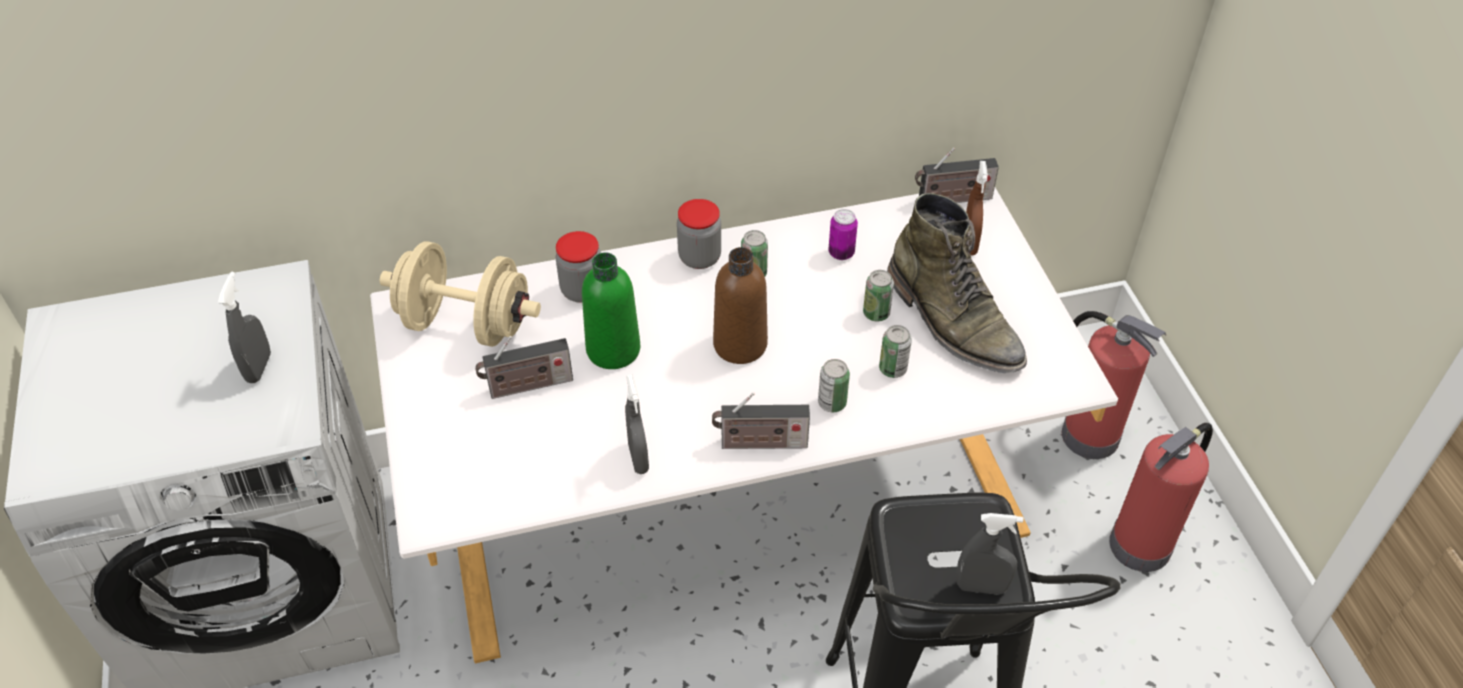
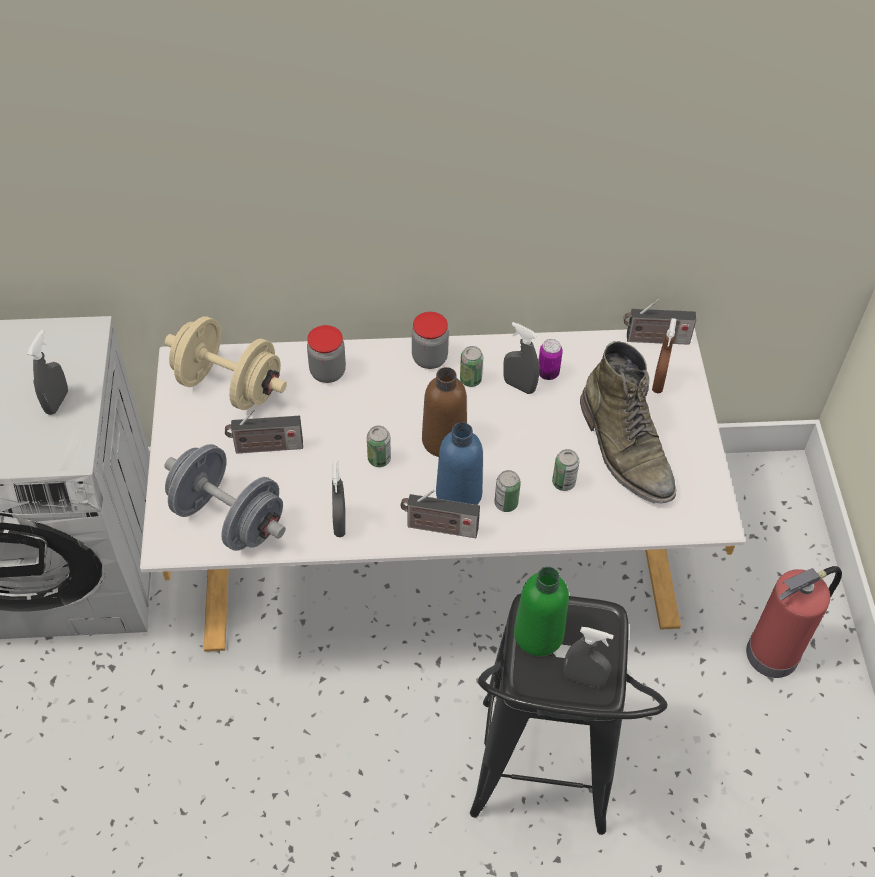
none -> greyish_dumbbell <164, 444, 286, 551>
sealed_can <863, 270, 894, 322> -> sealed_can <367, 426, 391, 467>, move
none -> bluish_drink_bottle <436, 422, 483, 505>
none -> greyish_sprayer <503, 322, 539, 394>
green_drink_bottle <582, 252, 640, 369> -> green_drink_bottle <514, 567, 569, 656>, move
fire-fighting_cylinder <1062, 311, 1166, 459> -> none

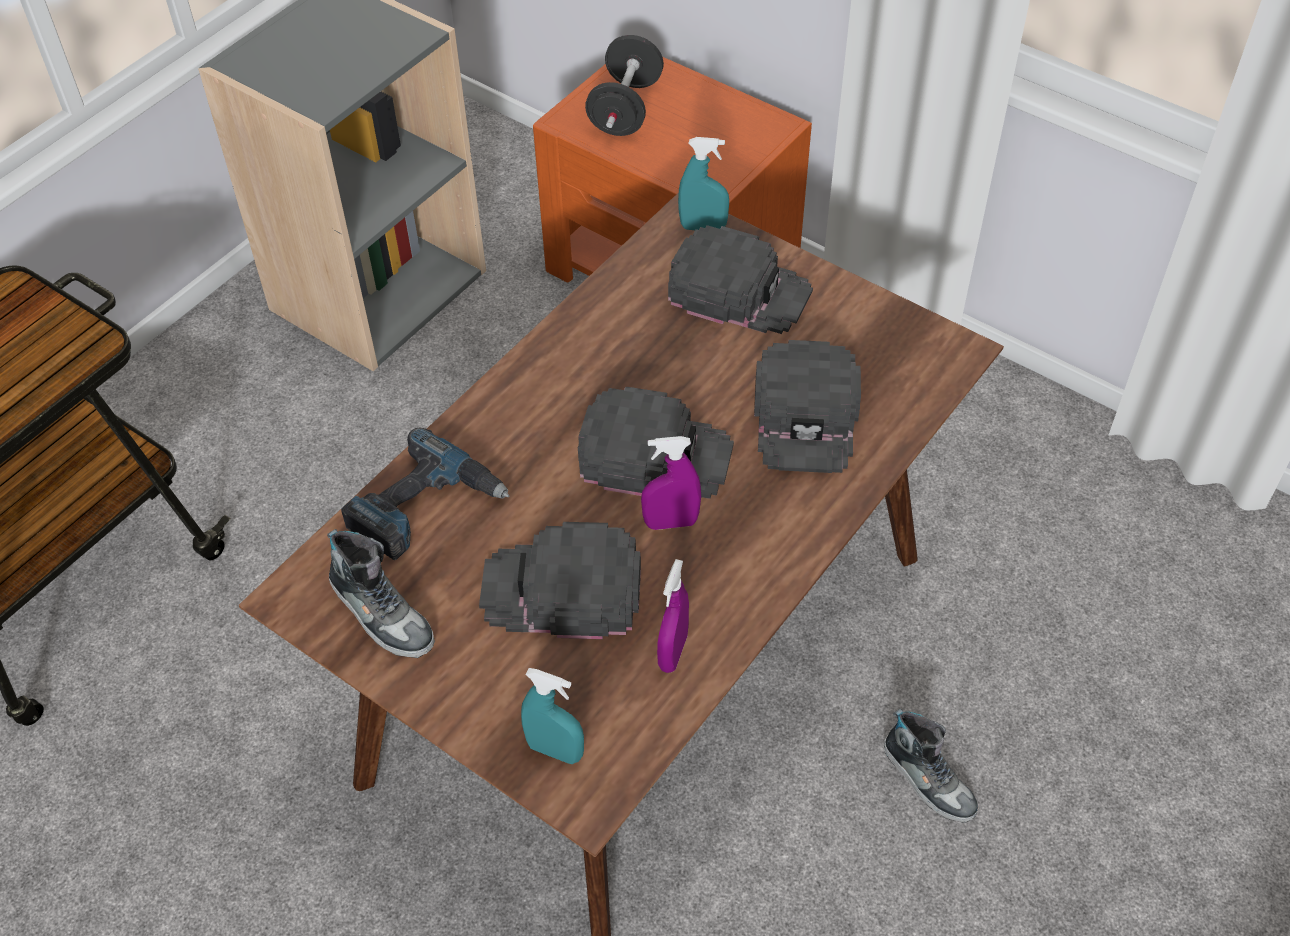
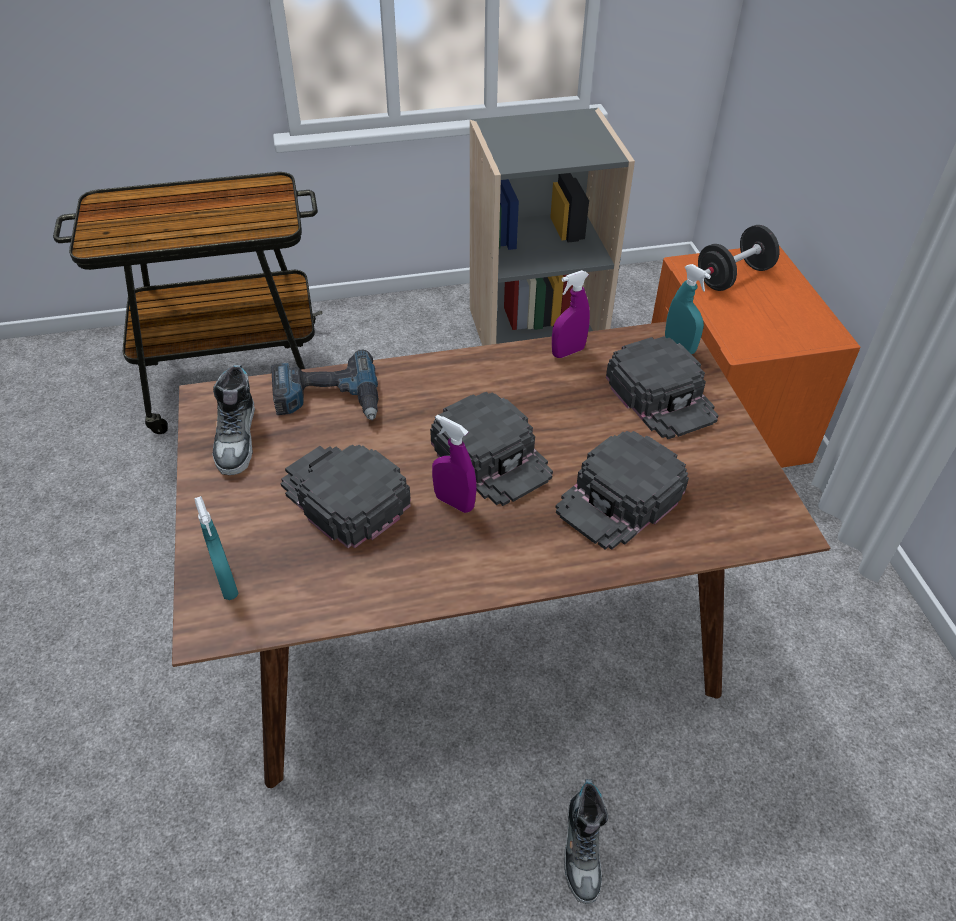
purple-coloured_sprayer <657, 559, 689, 673> -> purple-coloured_sprayer <552, 270, 590, 358>, move

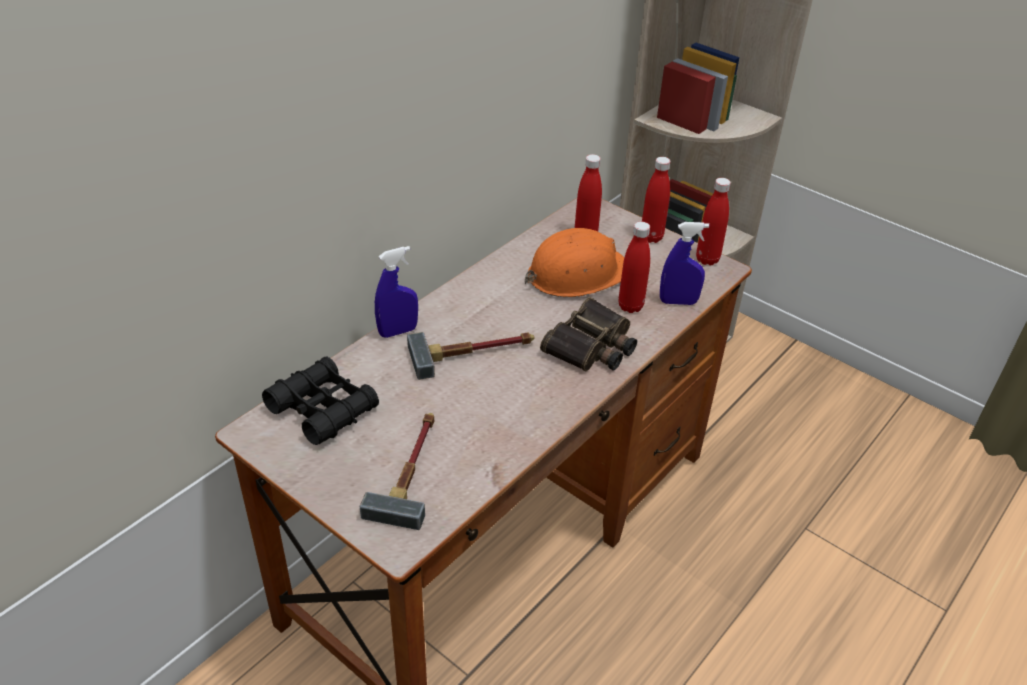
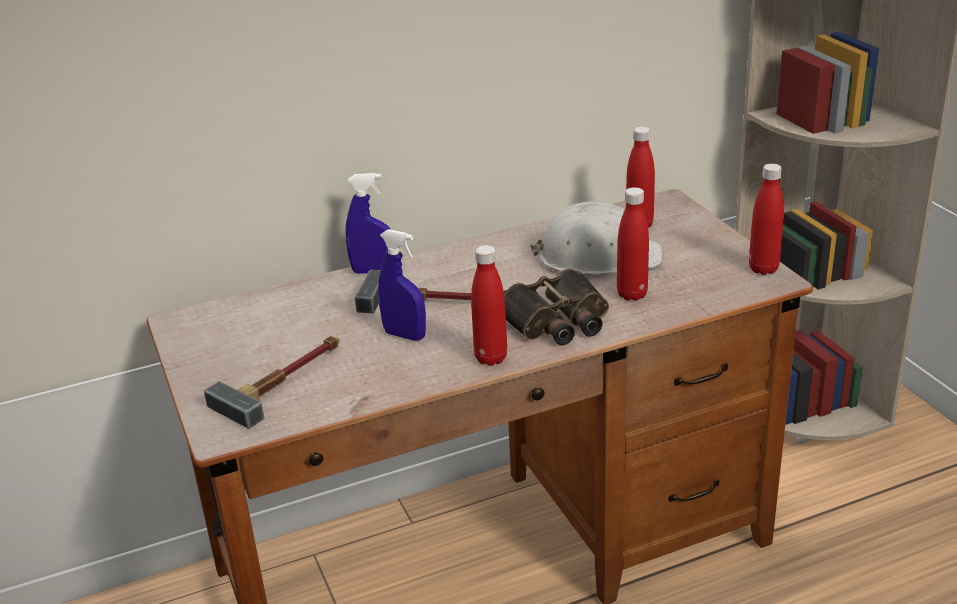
bluish_sprayer <660, 222, 709, 305> -> bluish_sprayer <378, 229, 426, 341>, move
red_drink_bottle <642, 157, 671, 243> -> red_drink_bottle <471, 245, 507, 366>, move
orange_safety_helmet <525, 228, 624, 297> -> whitish_safety_helmet <530, 201, 663, 275>
black_field_glasses <262, 356, 379, 445> -> none

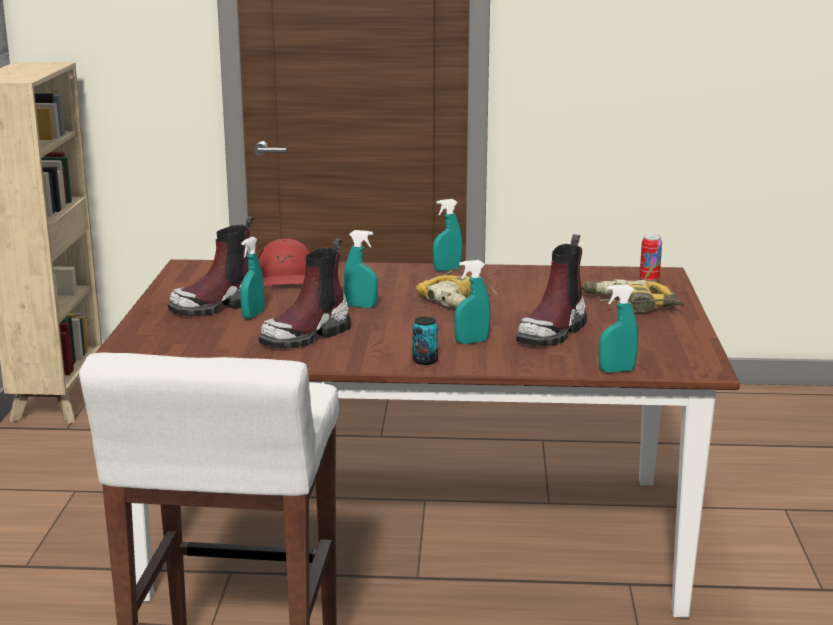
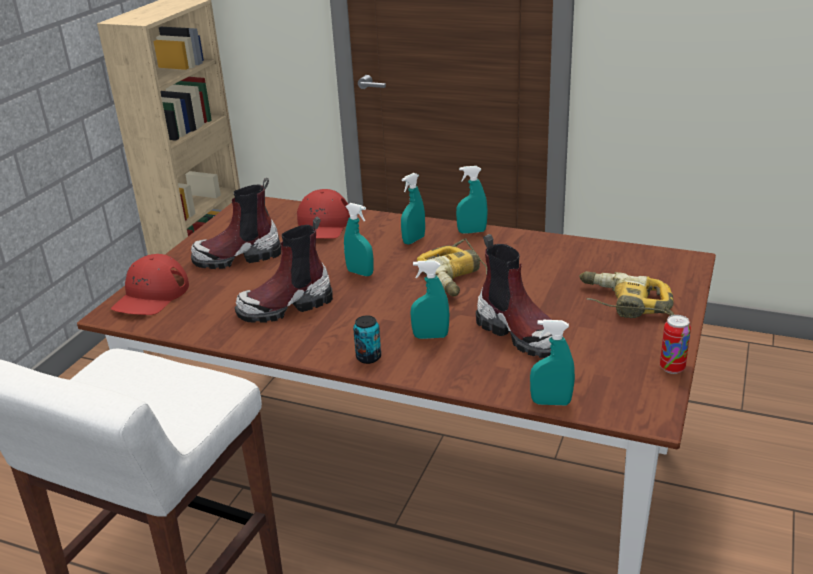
none -> red_peaked_cap <111, 254, 189, 315>
turquoise_sprayer <240, 237, 264, 319> -> turquoise_sprayer <401, 173, 425, 245>, move
high-top_boot <516, 234, 587, 346> -> high-top_boot <476, 234, 563, 358>, 90 degrees counterclockwise
sealed_can <640, 234, 662, 282> -> sealed_can <660, 315, 691, 374>, move

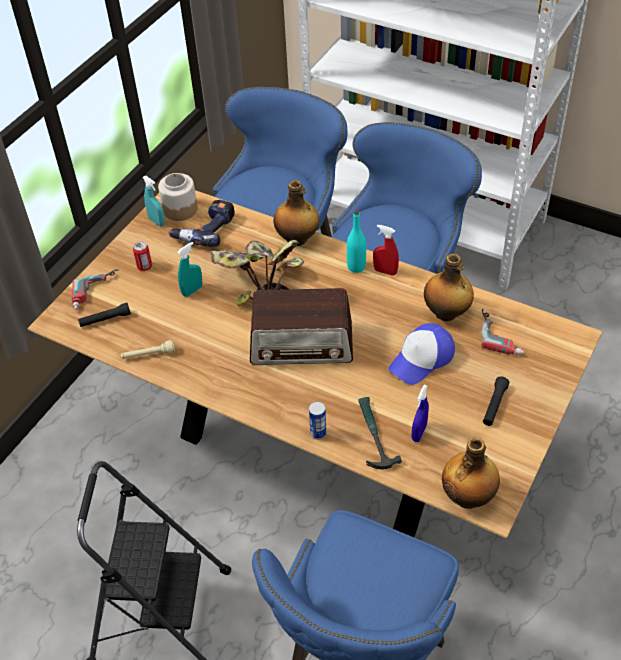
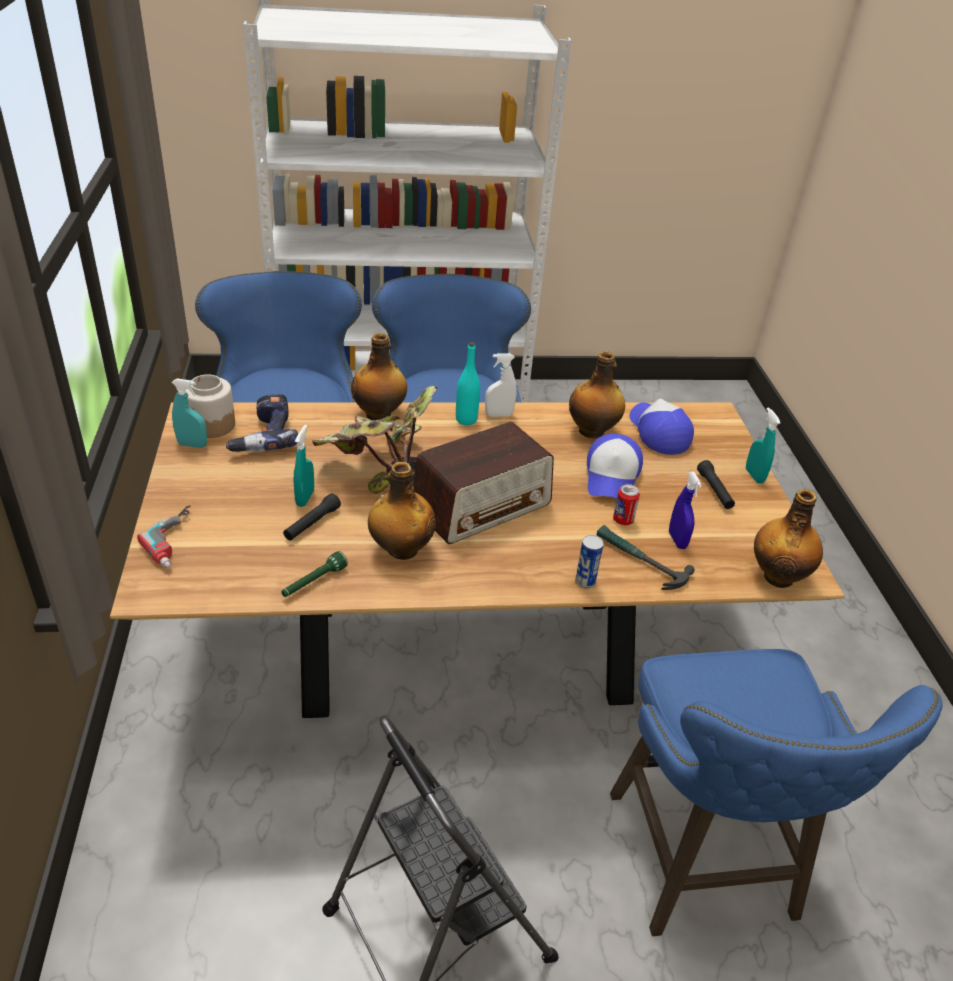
beige-coloured_hand_torch <121, 340, 175, 359> -> green_hand_torch <281, 551, 348, 597>
black_hand_torch <78, 303, 131, 327> -> black_hand_torch <283, 494, 341, 541>, move
none -> drink_bottle <368, 462, 436, 560>
red_sprayer <373, 224, 399, 276> -> whitish_sprayer <485, 353, 516, 417>
sealed_can <133, 241, 152, 271> -> sealed_can <613, 484, 640, 525>, move
electric_drill <481, 309, 525, 355> -> peaked_cap <629, 398, 694, 455>
none -> turquoise_sprayer <746, 407, 780, 484>

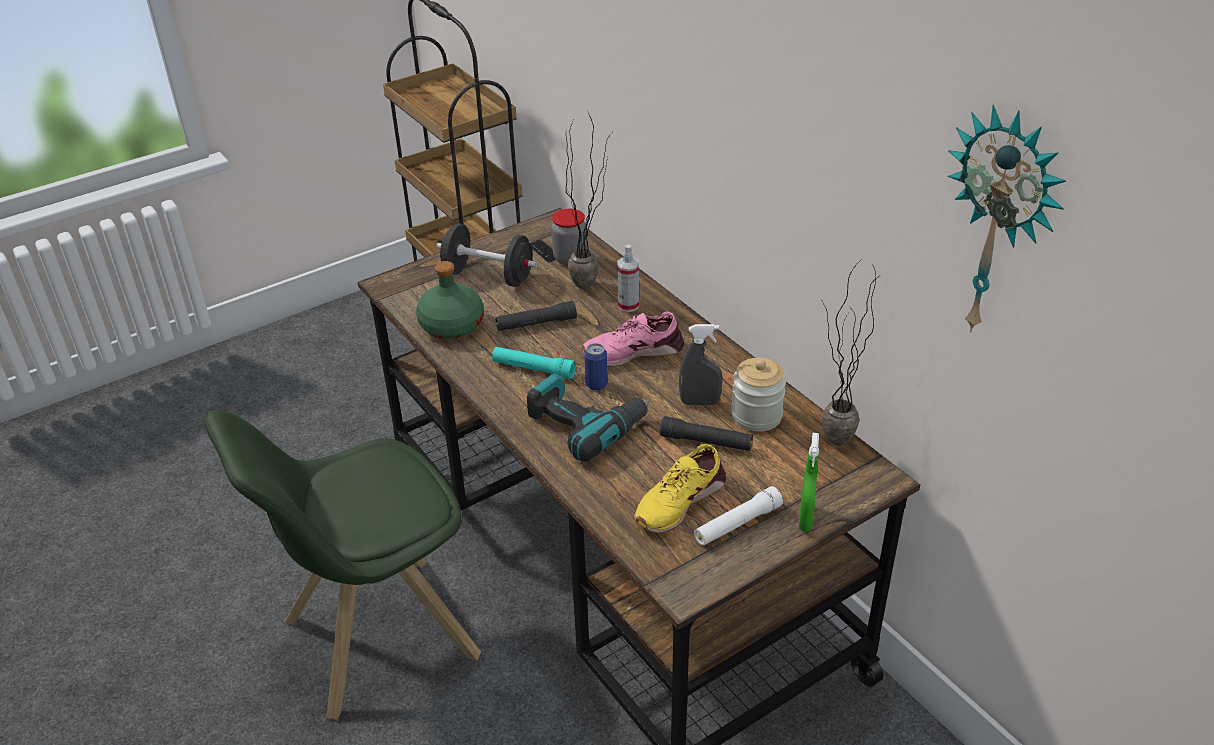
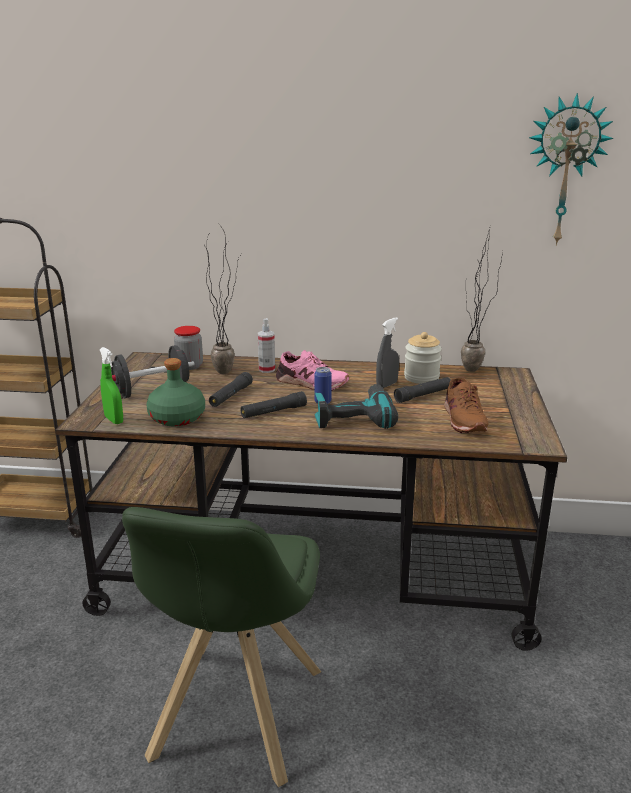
green_sprayer <799, 433, 819, 532> -> green_sprayer <100, 347, 123, 424>, move
turquoise_hand_torch <492, 347, 576, 379> -> black_hand_torch <240, 391, 307, 418>
pinkish_item_of_footwear <582, 311, 684, 367> -> pinkish_item_of_footwear <276, 350, 349, 391>, 90 degrees counterclockwise
yellowish_item_of_footwear <634, 444, 726, 533> -> brown-coloured_item_of_footwear <444, 378, 489, 433>
whitish_hand_torch <694, 486, 783, 546> -> none

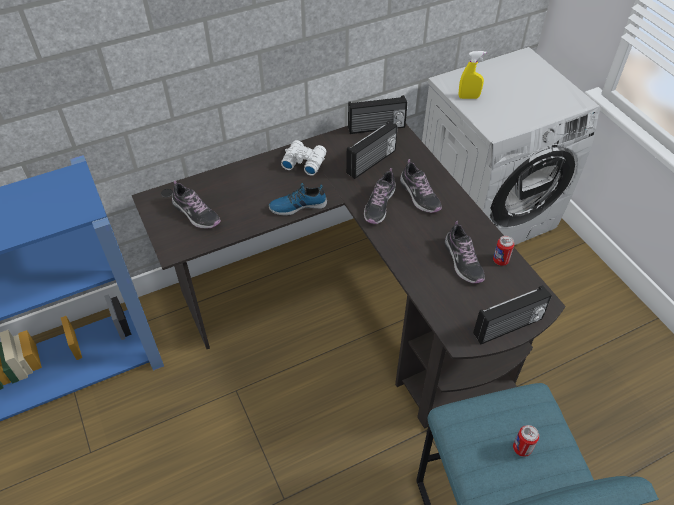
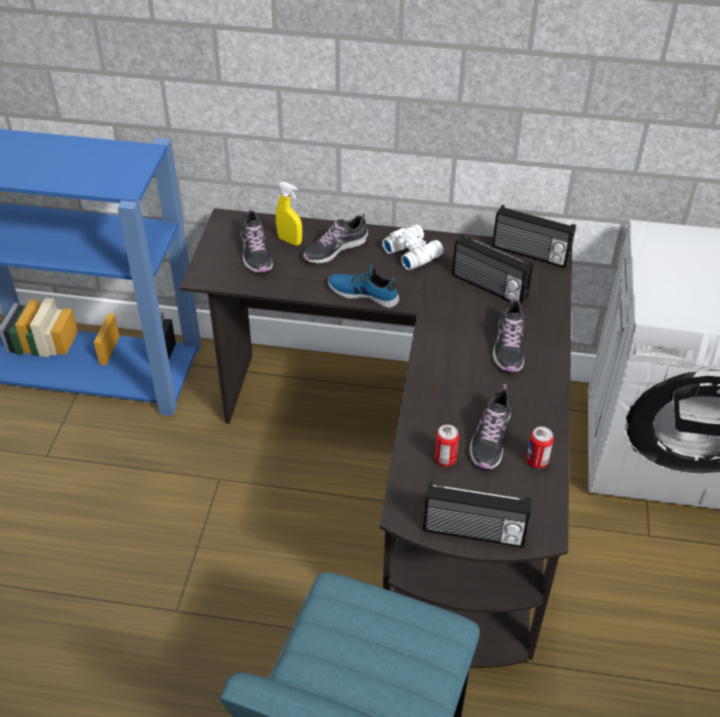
yellowish_sprayer <459, 51, 487, 99> -> yellowish_sprayer <276, 182, 302, 245>, move
item_of_footwear <364, 168, 396, 224> -> item_of_footwear <303, 213, 369, 264>, move
sealed_can <513, 425, 539, 457> -> sealed_can <434, 425, 459, 466>, move
radio <346, 120, 398, 179> -> radio <452, 234, 533, 305>, 45 degrees clockwise

